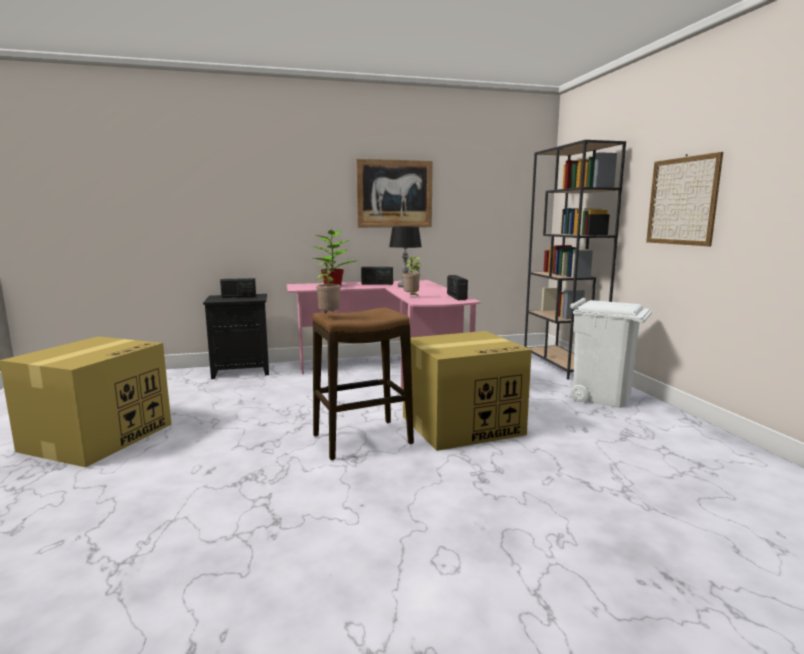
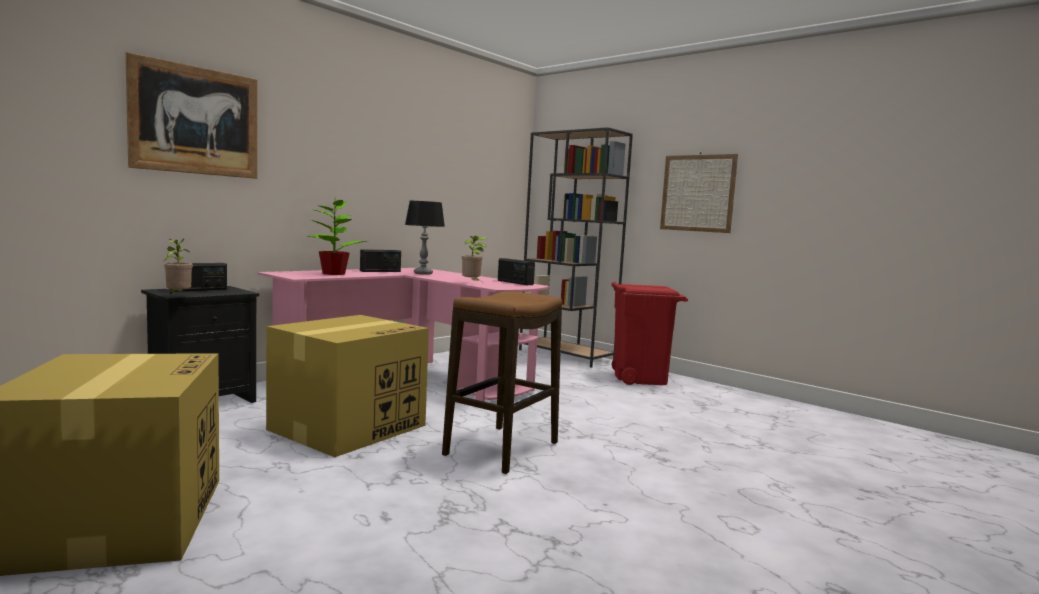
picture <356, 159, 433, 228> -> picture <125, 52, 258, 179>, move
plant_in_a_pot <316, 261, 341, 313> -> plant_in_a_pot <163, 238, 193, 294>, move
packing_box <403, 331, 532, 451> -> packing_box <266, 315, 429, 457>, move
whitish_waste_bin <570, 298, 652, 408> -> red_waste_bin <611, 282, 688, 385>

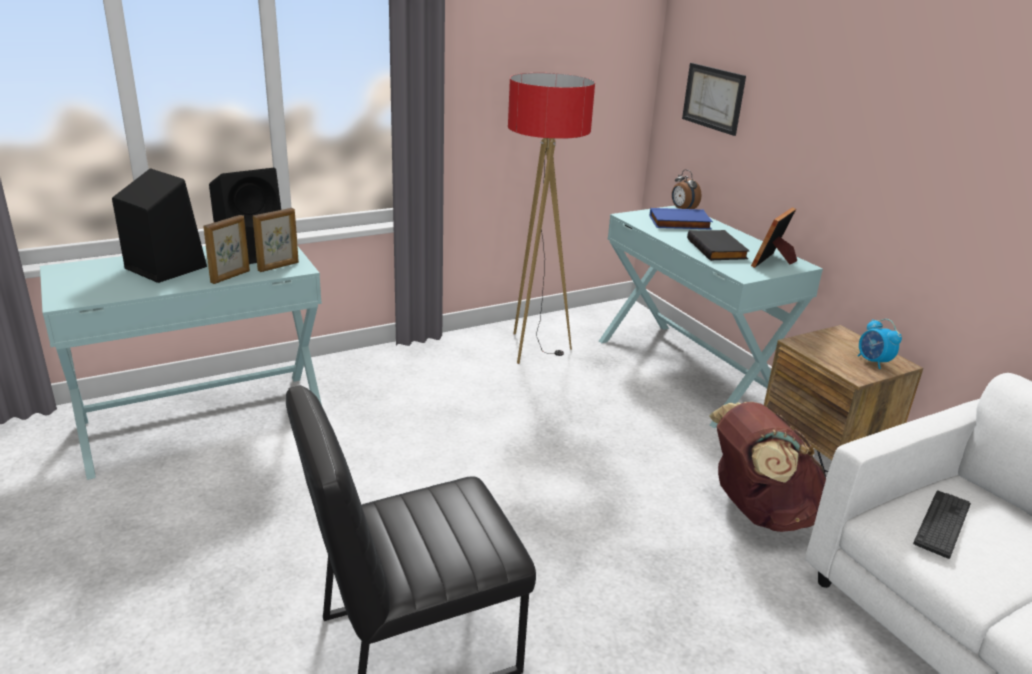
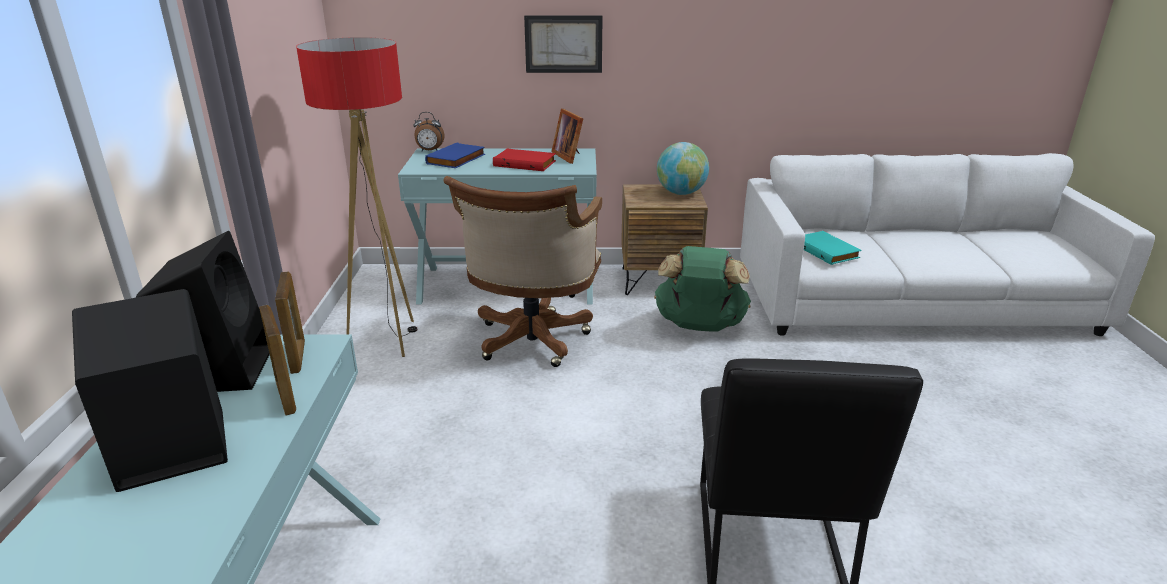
none -> office_chair <443, 176, 602, 367>
black_book <687, 230, 749, 261> -> red_book <493, 149, 556, 171>
picture <682, 63, 746, 136> -> picture <524, 15, 603, 73>, move
brown-coloured_backpack <709, 402, 826, 532> -> green_backpack <654, 246, 751, 331>
alarm_clock <858, 319, 902, 369> -> world_globe <657, 142, 709, 195>
computer_keyboard <913, 491, 971, 559> -> turquoise_book <804, 231, 861, 265>

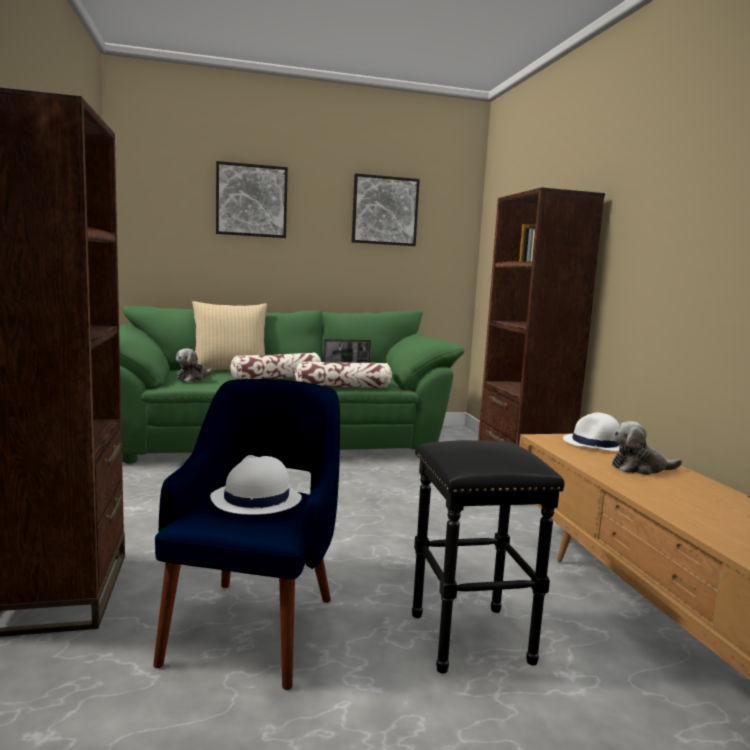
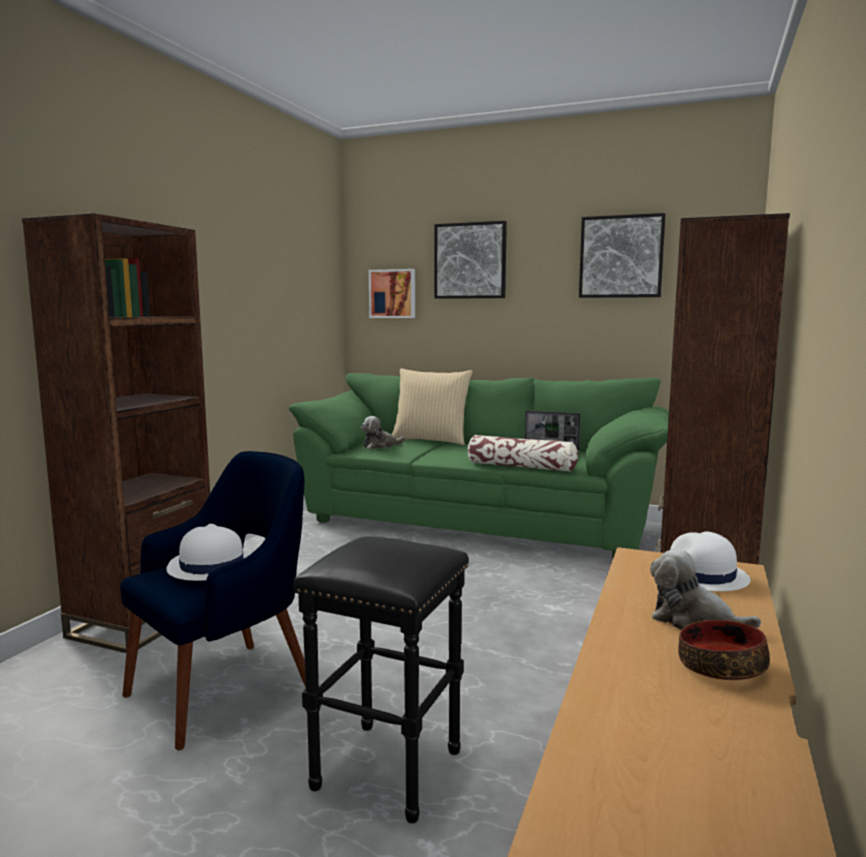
none -> picture <369, 269, 415, 318>
none -> bowl <678, 620, 770, 680>
throw_pillow <230, 353, 321, 380> -> none

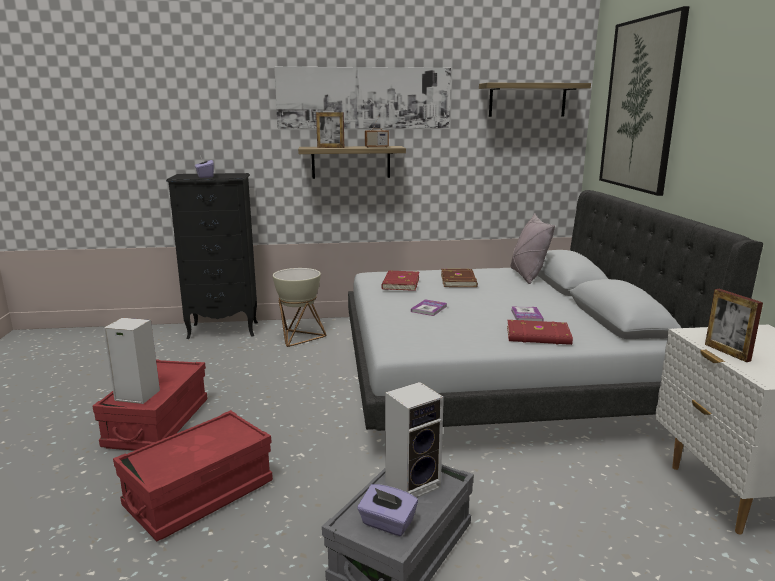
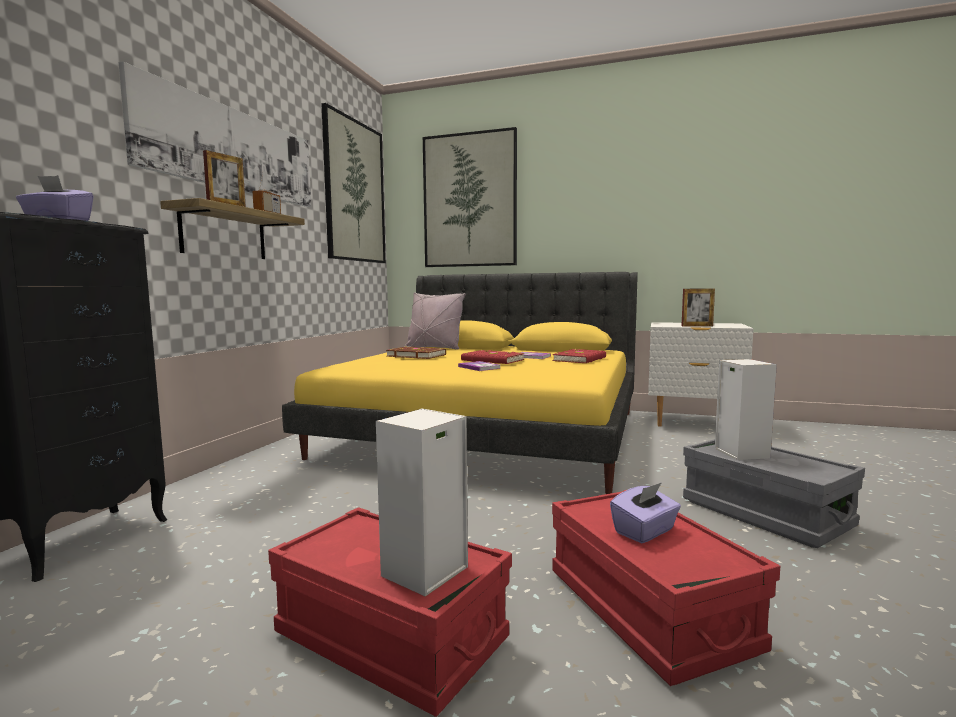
greyish_sleeping_bed <348, 190, 763, 431> -> yellowish_sleeping_bed <282, 272, 638, 494>
wall_shelf <479, 83, 591, 117> -> picture <321, 103, 386, 263>
red_book <381, 271, 419, 291> -> red_book <461, 350, 525, 364>, move
purple-coloured_tissue_holder <357, 484, 418, 536> -> purple-coloured_tissue_holder <610, 482, 681, 543>, move
flower_pot <273, 268, 327, 347> -> none

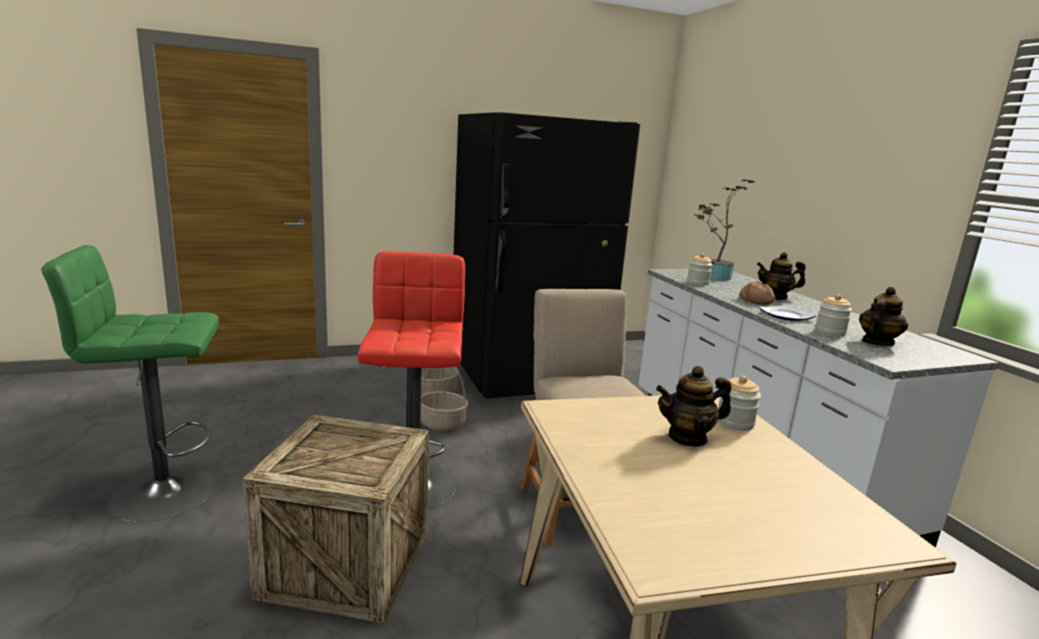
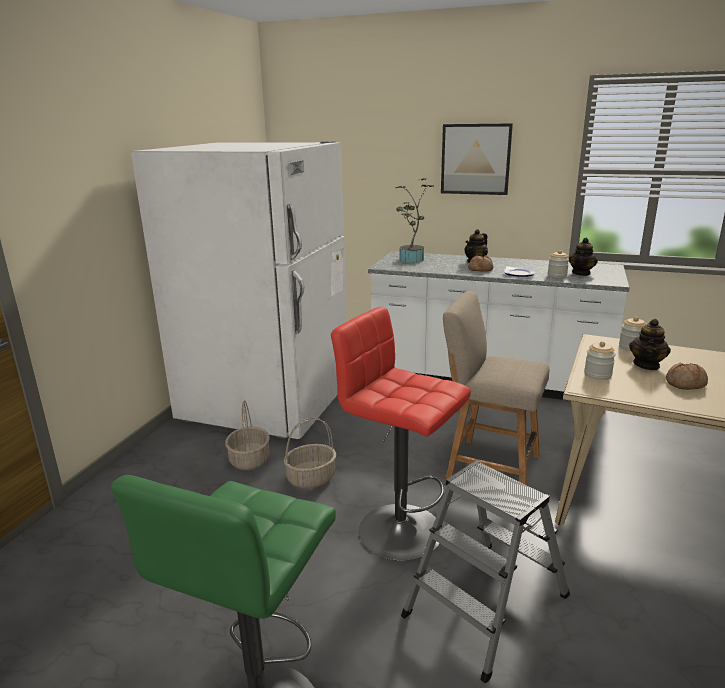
black_kitchen_fridge <454, 112, 640, 399> -> whitish_kitchen_fridge <131, 141, 347, 439>
crate <242, 415, 429, 623> -> greyish_step_ladder <401, 460, 570, 683>
none -> picture <441, 123, 513, 195>
tea_pot <859, 287, 908, 346> -> tea_pot <569, 237, 598, 276>, 150 degrees counterclockwise
jar <687, 253, 712, 285> -> jar <584, 341, 616, 380>, move
none -> bread <666, 363, 708, 390>

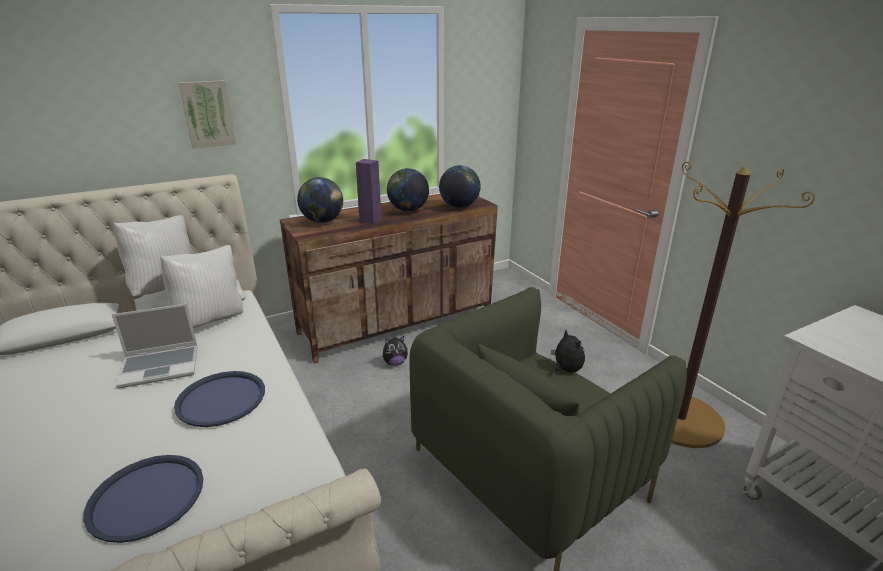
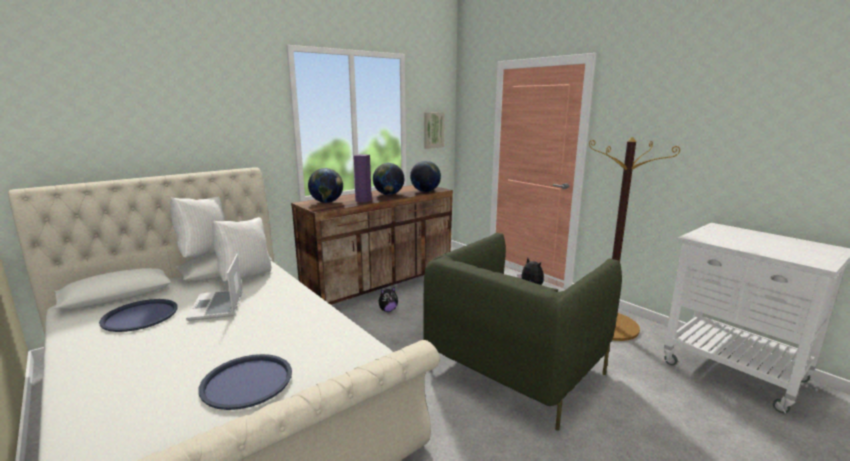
bluish_serving_tray <174, 371, 265, 427> -> bluish_serving_tray <99, 299, 178, 332>, move
laptop <112, 304, 198, 388> -> laptop <186, 254, 243, 321>, 105 degrees clockwise
picture <179, 80, 236, 148> -> picture <424, 112, 445, 149>, move

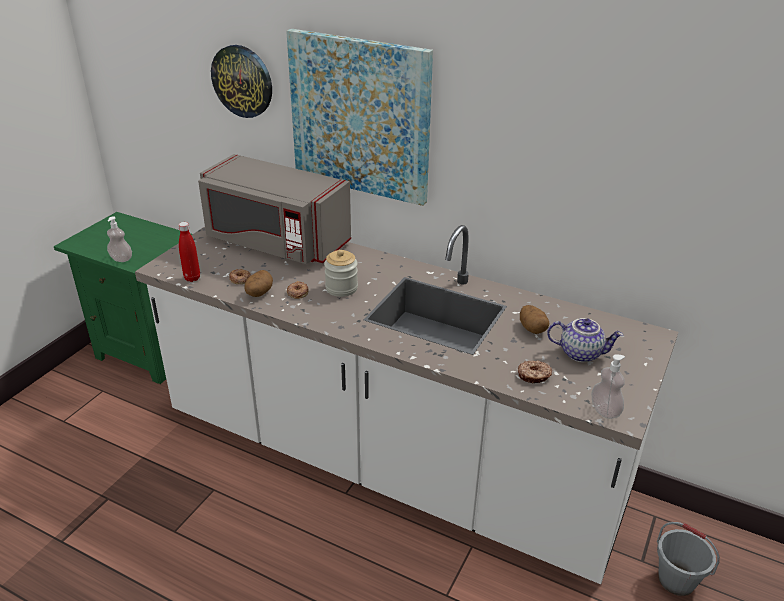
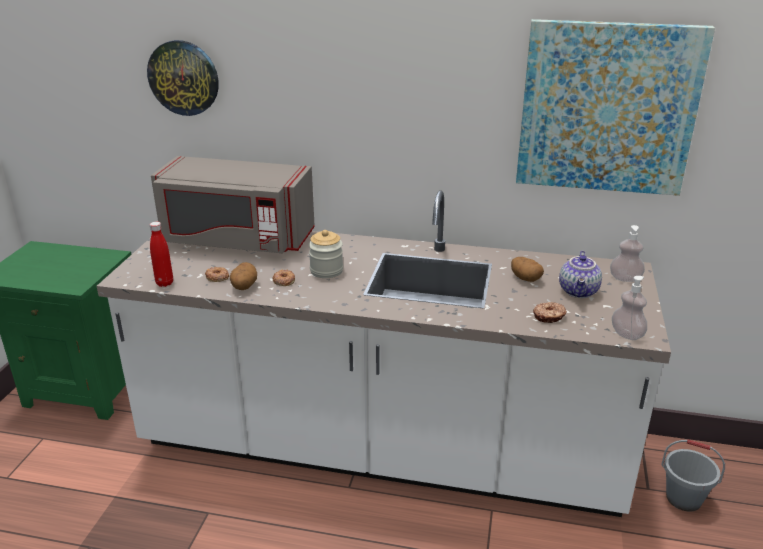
picture <286, 29, 433, 206> -> picture <516, 19, 715, 196>, move
tea_pot <547, 318, 623, 362> -> tea_pot <559, 251, 602, 298>, 105 degrees clockwise
soap_bottle <107, 216, 132, 262> -> soap_bottle <610, 225, 645, 282>, move

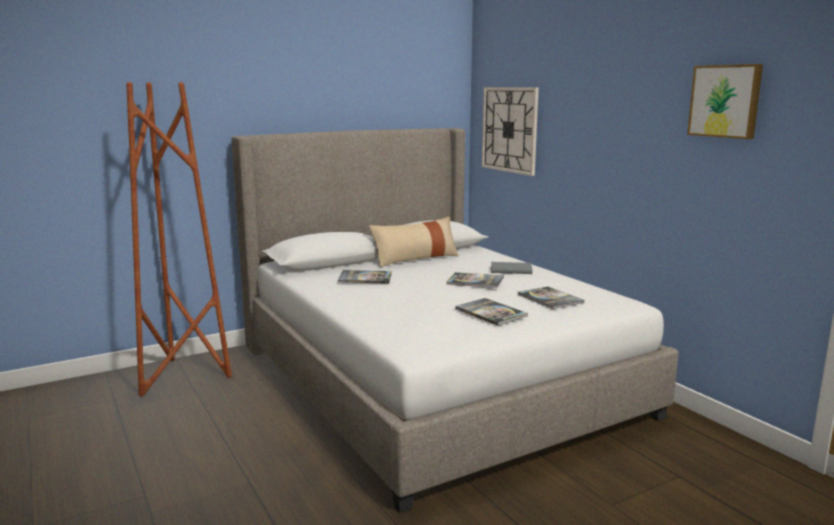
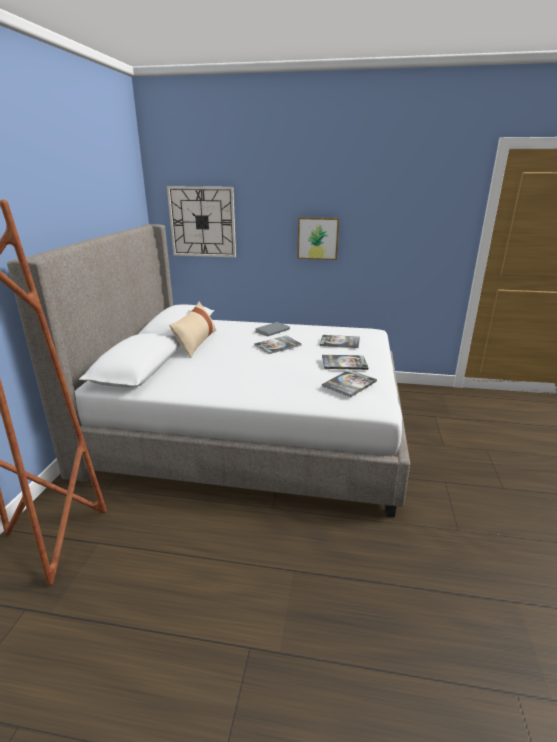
picture <687, 64, 763, 139> -> picture <298, 217, 339, 260>, move
book <338, 270, 392, 284> -> book <322, 370, 377, 397>, move

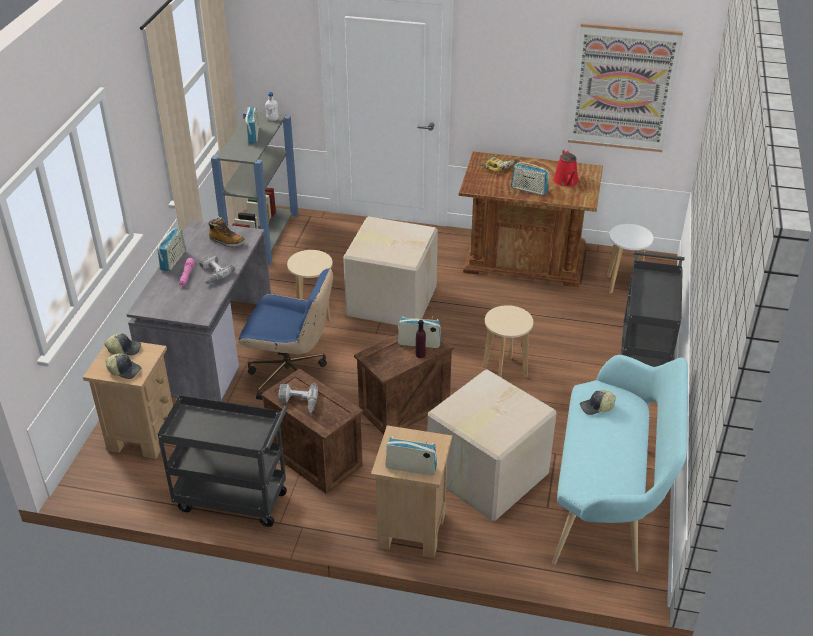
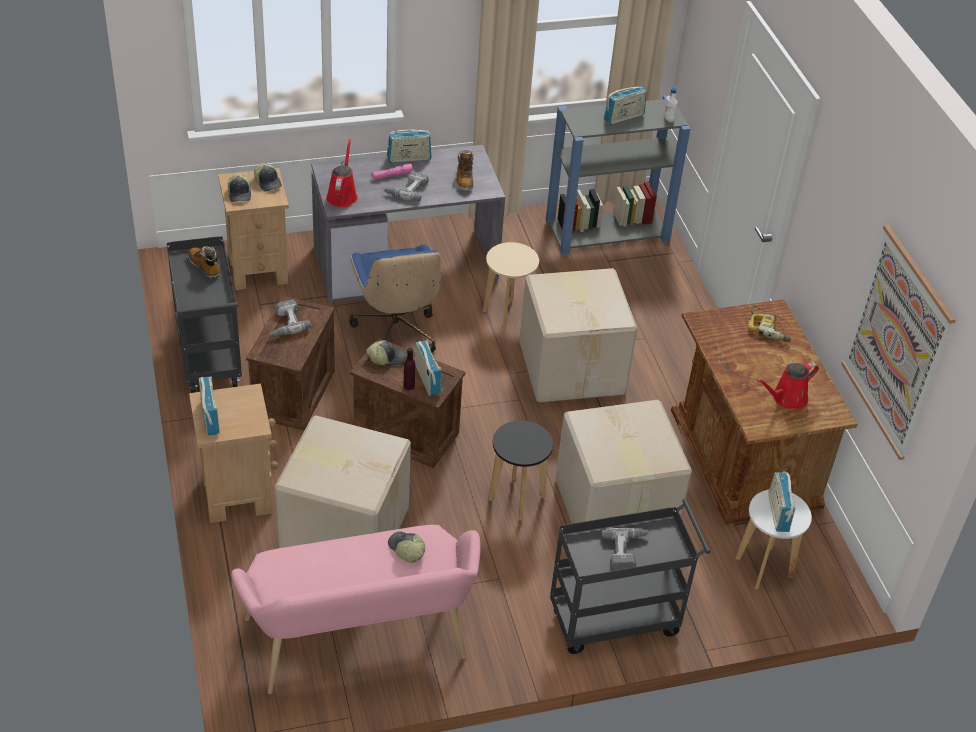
none -> high-top_boot <188, 246, 220, 279>
turquoise_indoor_bench <552, 355, 688, 572> -> pinkish_indoor_bench <231, 525, 481, 694>
none -> red_watering_pot <326, 139, 358, 207>
none -> peaked_cap <367, 341, 405, 365>
beige-coloured_stool_seat <483, 305, 533, 378> -> black_stool_seat <488, 420, 553, 520>
none -> packing_box <555, 400, 692, 524>
none -> electric_drill <601, 528, 650, 570>
radio <511, 160, 549, 196> -> radio <768, 471, 795, 532>, move

